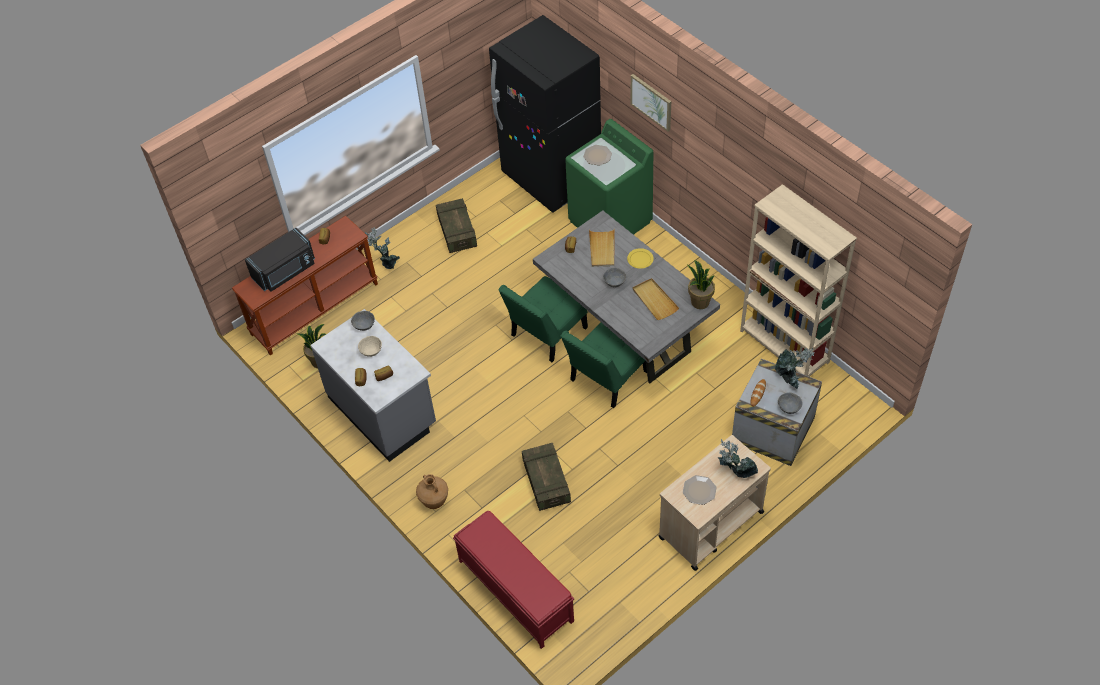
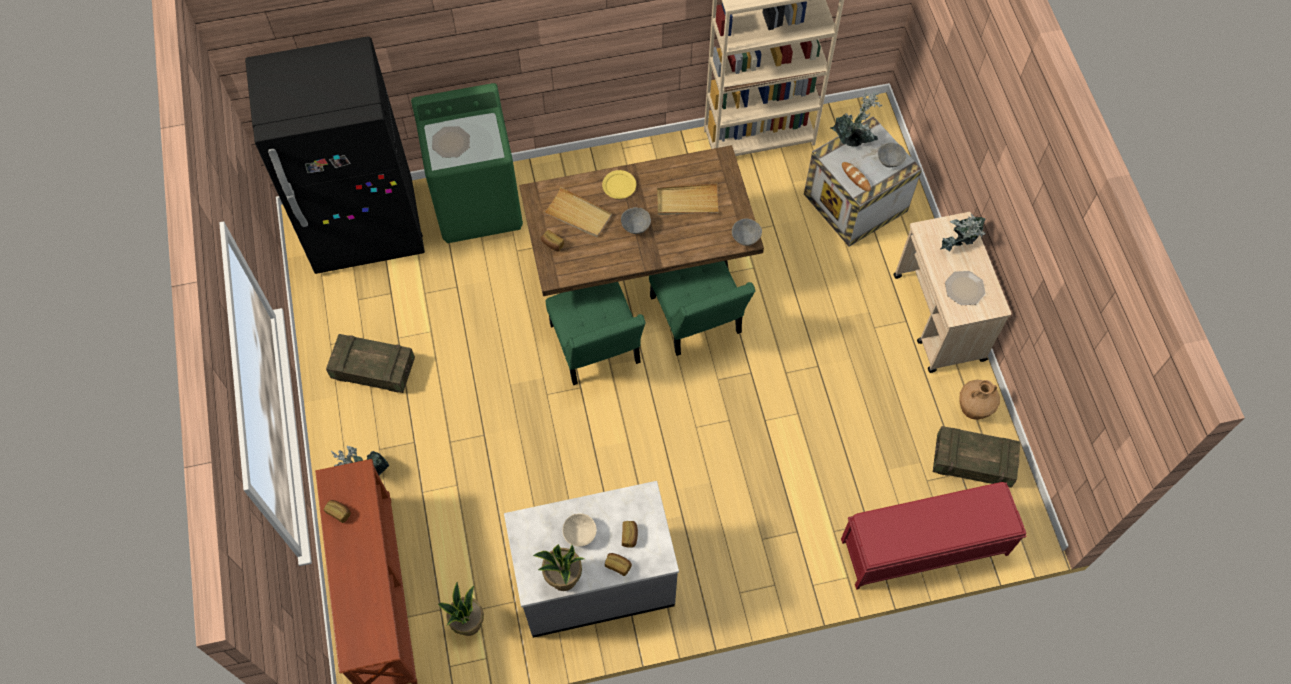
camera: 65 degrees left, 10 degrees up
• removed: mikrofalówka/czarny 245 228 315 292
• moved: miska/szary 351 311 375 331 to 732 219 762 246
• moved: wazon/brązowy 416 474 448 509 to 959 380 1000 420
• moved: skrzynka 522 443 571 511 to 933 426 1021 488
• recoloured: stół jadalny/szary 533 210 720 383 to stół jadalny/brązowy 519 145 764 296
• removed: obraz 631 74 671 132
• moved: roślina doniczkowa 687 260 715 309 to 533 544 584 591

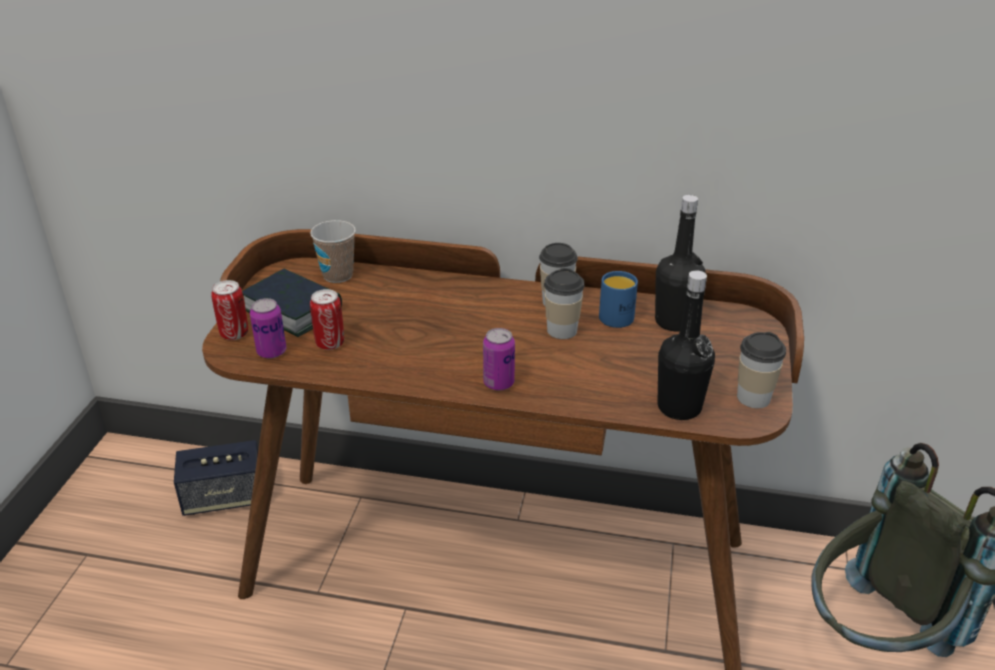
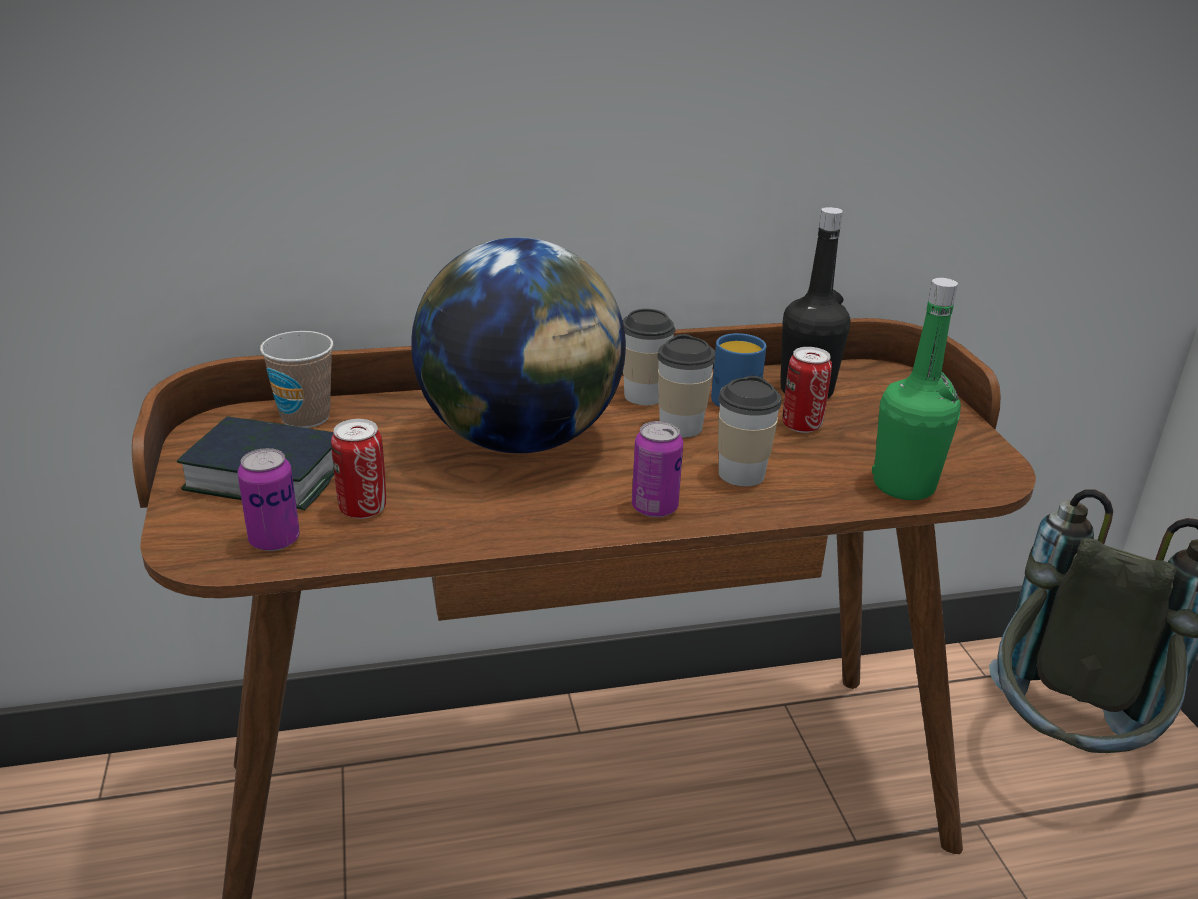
camera: 25 degrees left, 5 degrees down
• removed: głośnik 174 440 258 516
• moved: puszka 211 280 248 340 to 783 347 832 433
• recoloured: butelka/czarny 658 270 715 420 to butelka/zielony 872 278 961 500
• moved: filiżanka 737 332 786 408 to 718 376 781 487
• added: globus 411 237 626 453

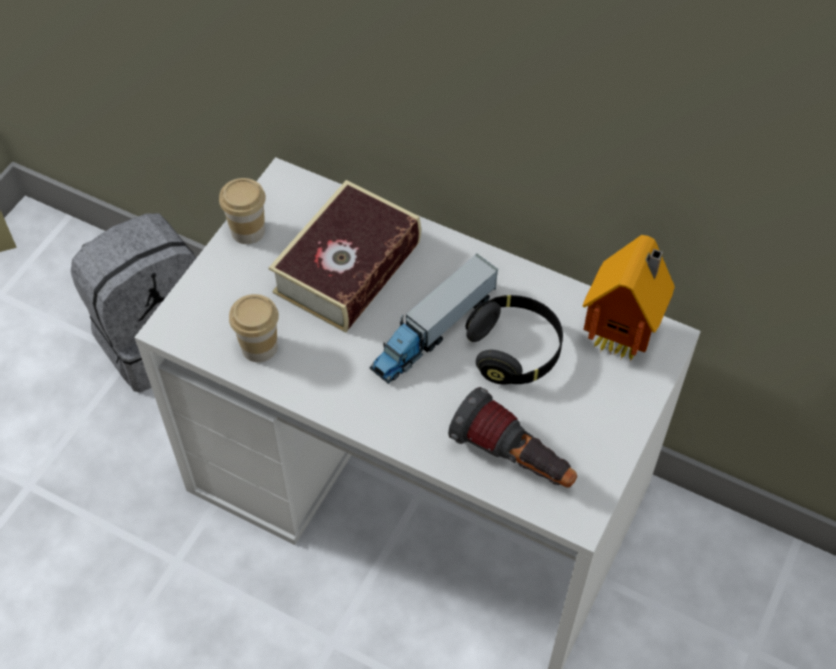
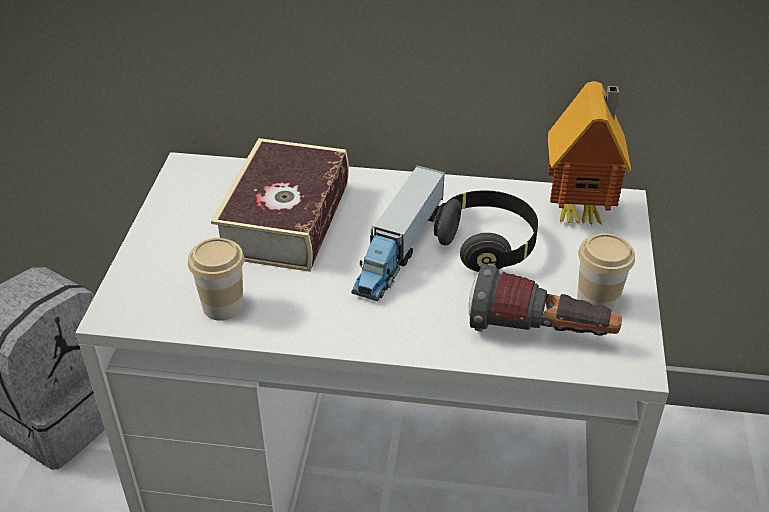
camera: 20 degrees left, 15 degrees down
• moved: filiżanka 219 178 266 244 to 577 233 635 312

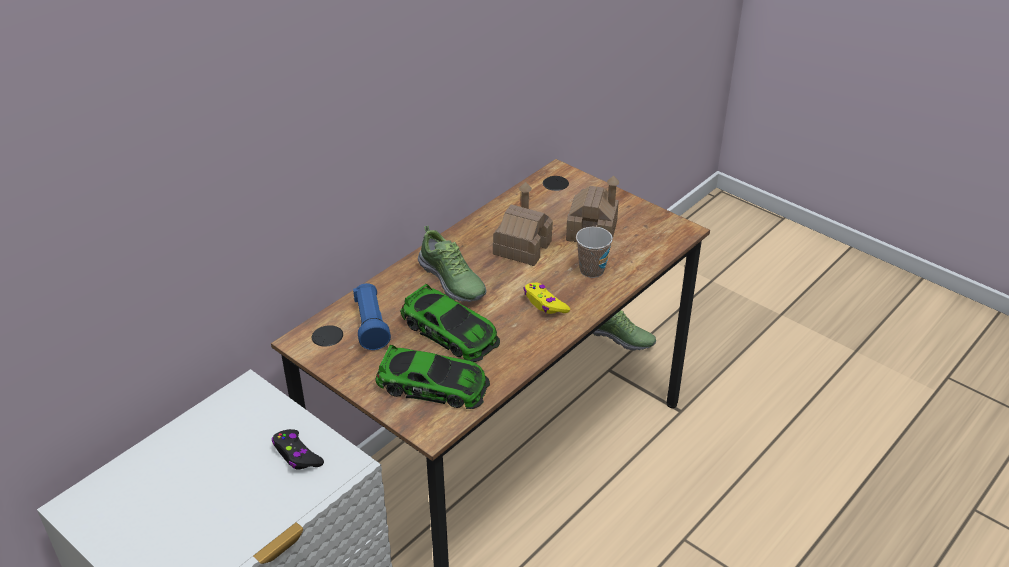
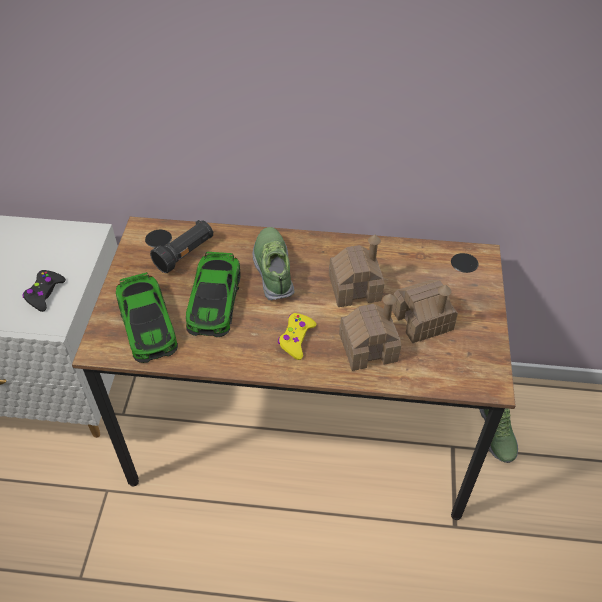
camera: 55 degrees right, 10 degrees up
• recoloured: latarka/niebieski 353 283 391 350 to latarka/czarny 150 220 214 273
• turned: but 418 225 487 302 = 252 227 295 301 150 degrees clockwise
• replaced: filiżanka 576 226 613 278 to domek 339 294 401 371

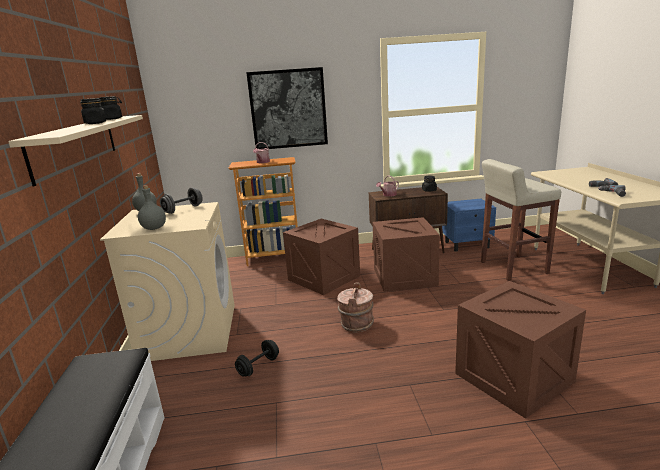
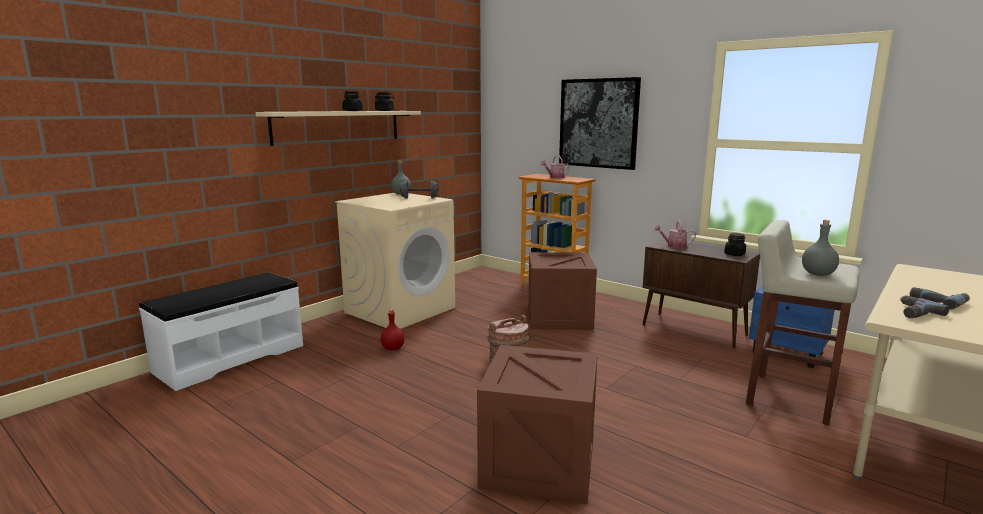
camera: 45 degrees right, 5 degrees down
• moved: butelka/szary 138 185 166 230 to 802 220 839 276
• replaced: hantel/czarny 235 340 279 377 to butelka/czerwony 381 309 405 350
• removed: skrzynka 373 217 440 292

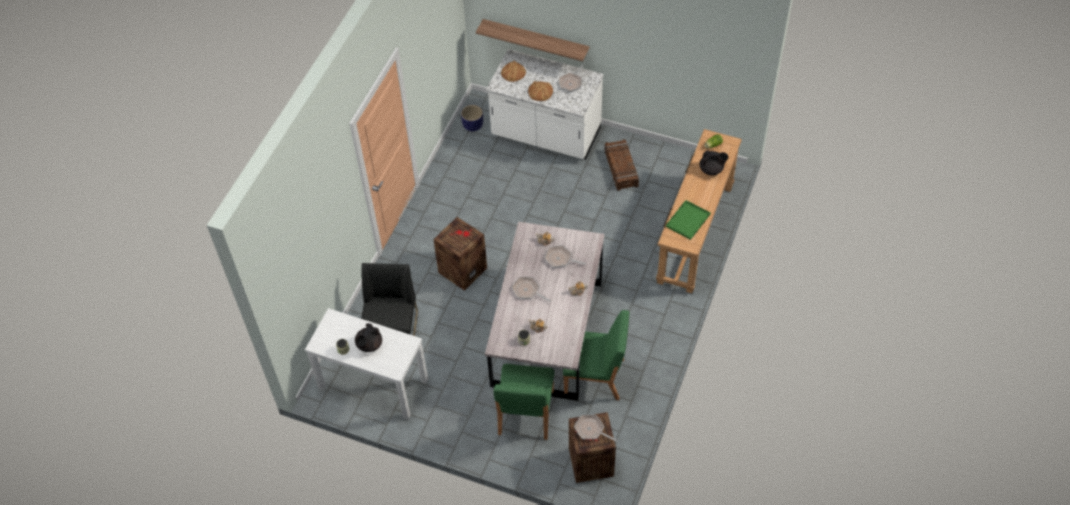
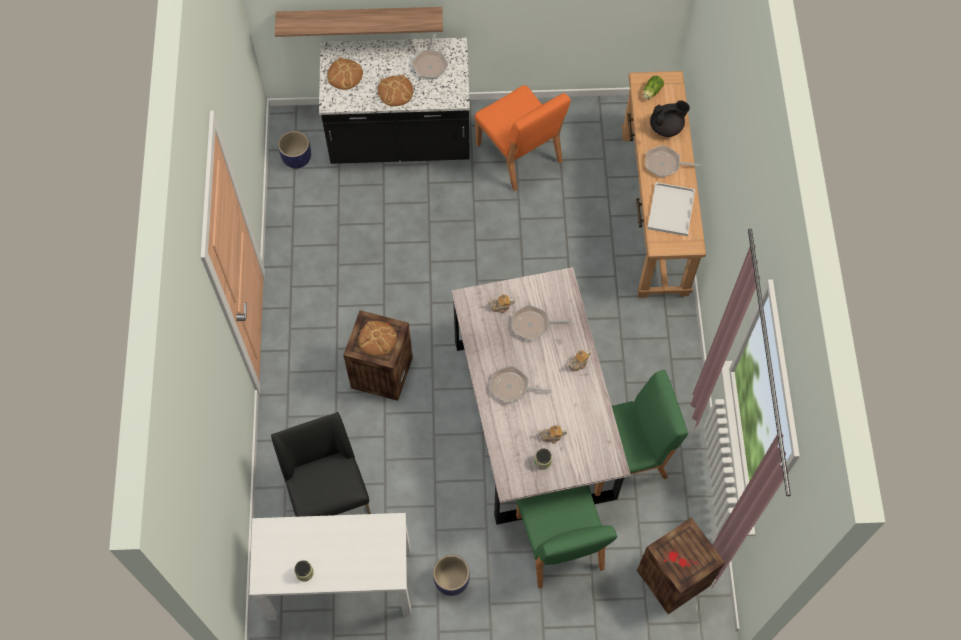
camera: 25 degrees left, 10 degrees up
• removed: imbryk/czarny 355 323 382 352
• recoloured: zabudowa kuchenna/biały 486 49 604 160 to zabudowa kuchenna/czarny 319 38 470 164
• moved: patelnia 574 415 617 442 to 645 145 702 178
• replaced: skrzynka 605 139 639 191 to krzesło/pomarańczowy 474 85 571 191
• recoloured: taca/zielony 666 200 711 240 to taca/biały 647 182 695 236
• added: chleb 359 321 397 356
• added: donica 433 555 470 596

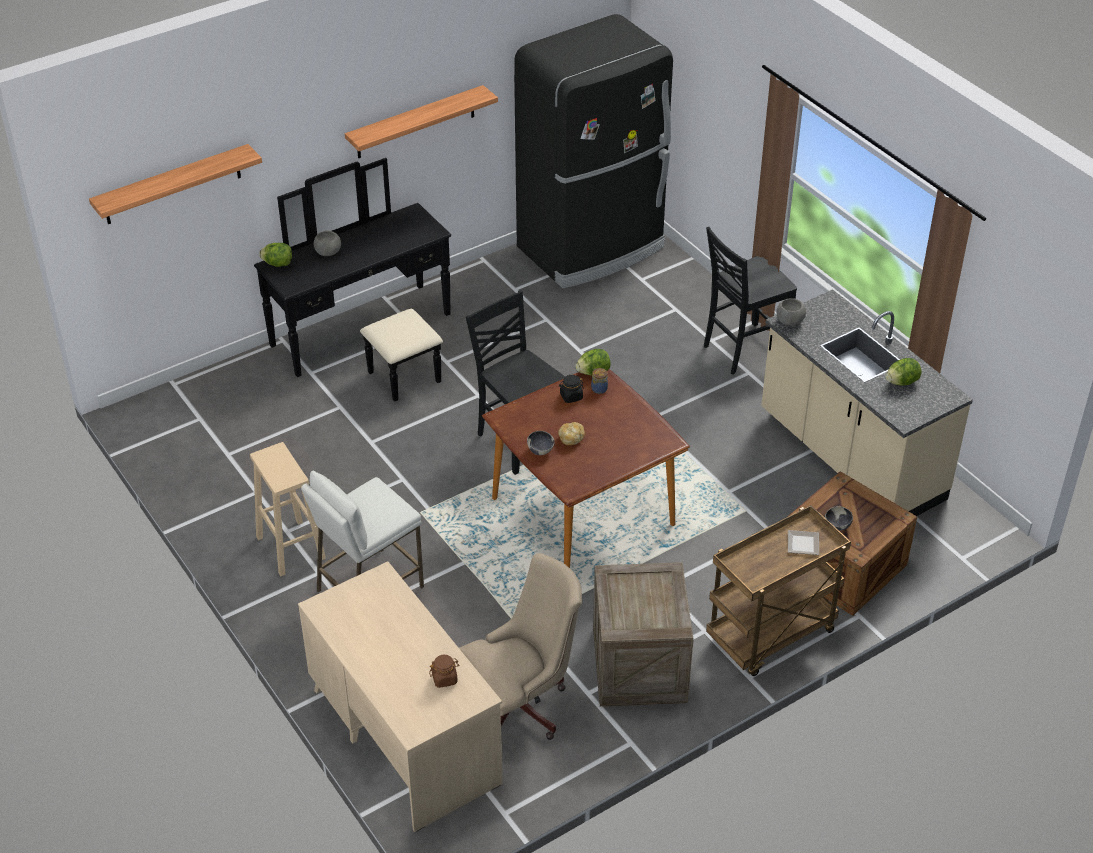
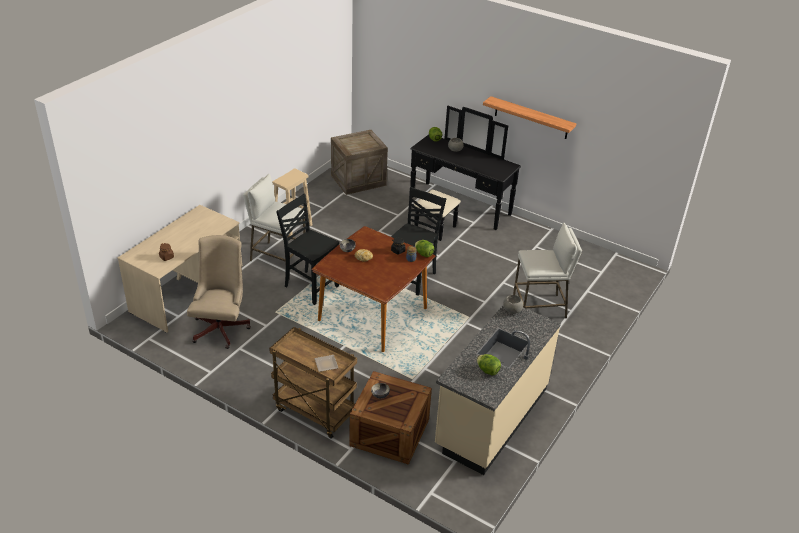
camera: 65 degrees right, 5 degrees down
• removed: półka 89 144 262 224
• turned: krzesło biurowe/beżowy 459 553 582 740 = 187 235 251 349 120 degrees counterclockwise
• removed: lodówka/czarny 514 14 673 288
• moved: skrzynka 593 562 694 706 to 331 130 388 195
• moved: krzesło/czarny 704 227 797 374 to 276 194 339 305
• added: stołek/biały 513 223 582 318

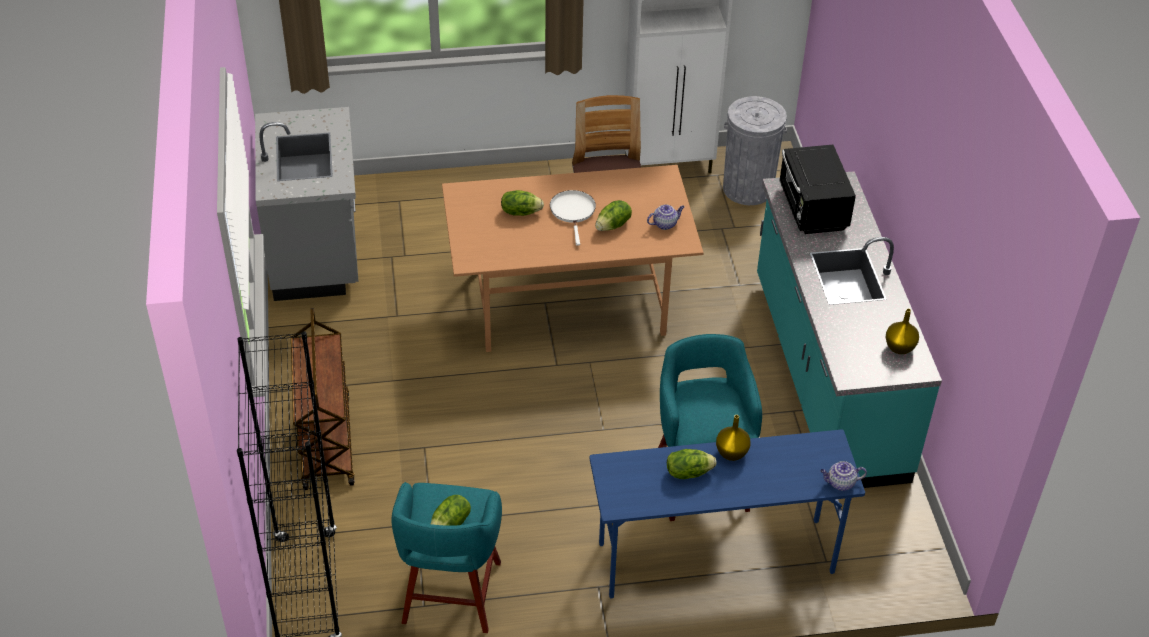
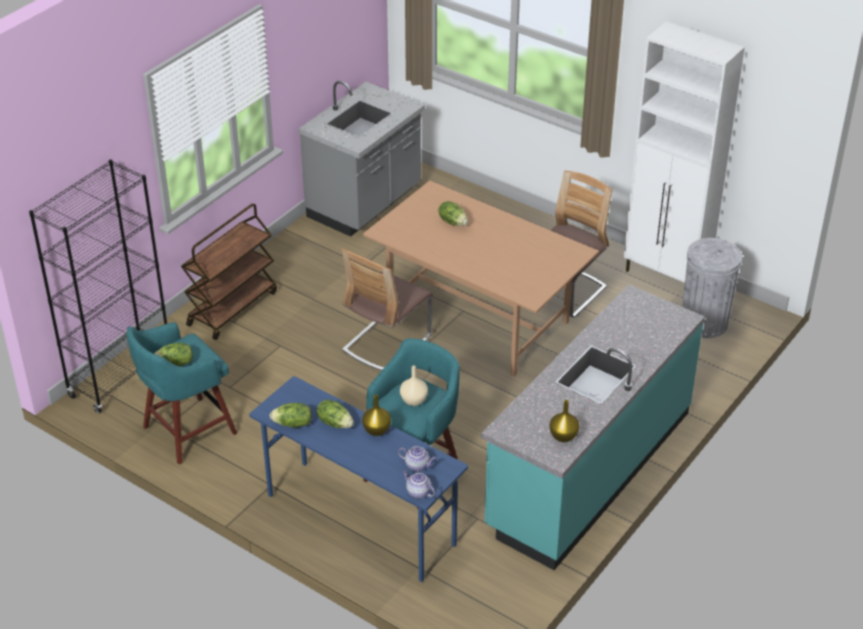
camera: 45 degrees right, 5 degrees down
• removed: patelnia/biały 550 190 596 245
• moved: sałata 595 200 632 231 to 270 403 312 428
• moved: imbryk 647 204 685 230 to 398 446 436 472
• removed: mikrofalówka/czarny 779 145 856 234
• added: krzesło 342 248 433 371
• added: wazon/beżowy 400 366 428 406

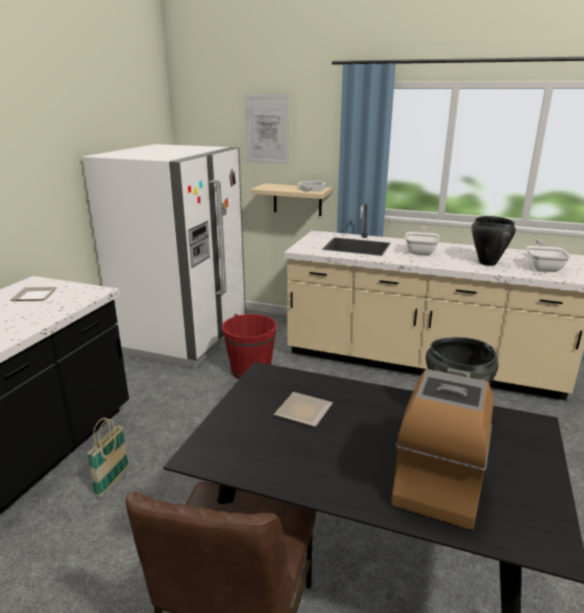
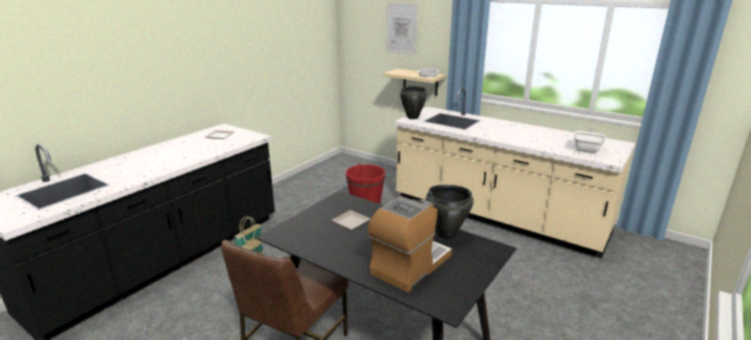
camera: 15 degrees right, 0 degrees up
• removed: lodówka/biały 82 144 246 368
• removed: patelnia 405 227 439 255
• moved: garnek/czarny 472 216 516 266 to 400 86 428 119

